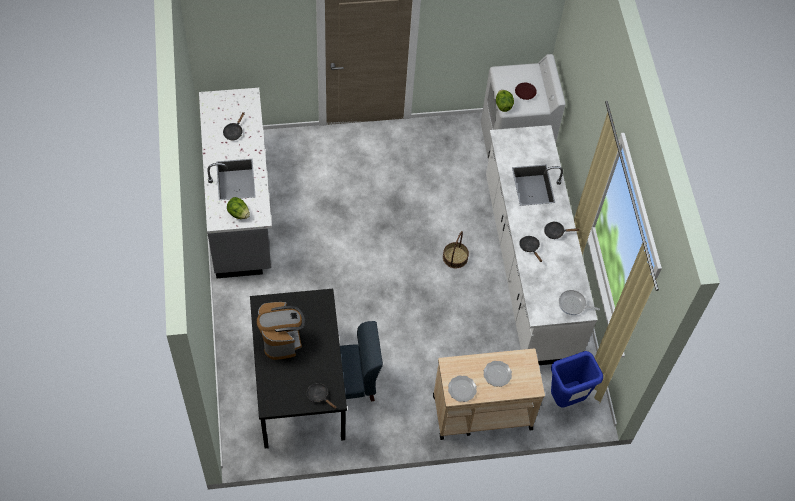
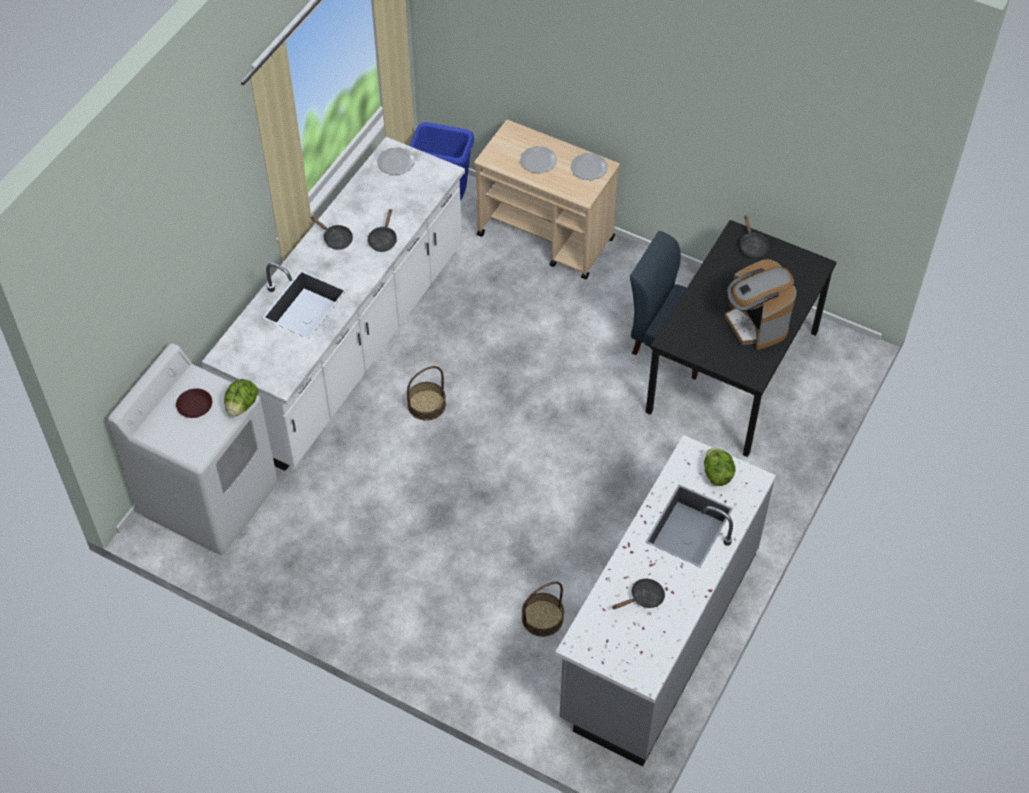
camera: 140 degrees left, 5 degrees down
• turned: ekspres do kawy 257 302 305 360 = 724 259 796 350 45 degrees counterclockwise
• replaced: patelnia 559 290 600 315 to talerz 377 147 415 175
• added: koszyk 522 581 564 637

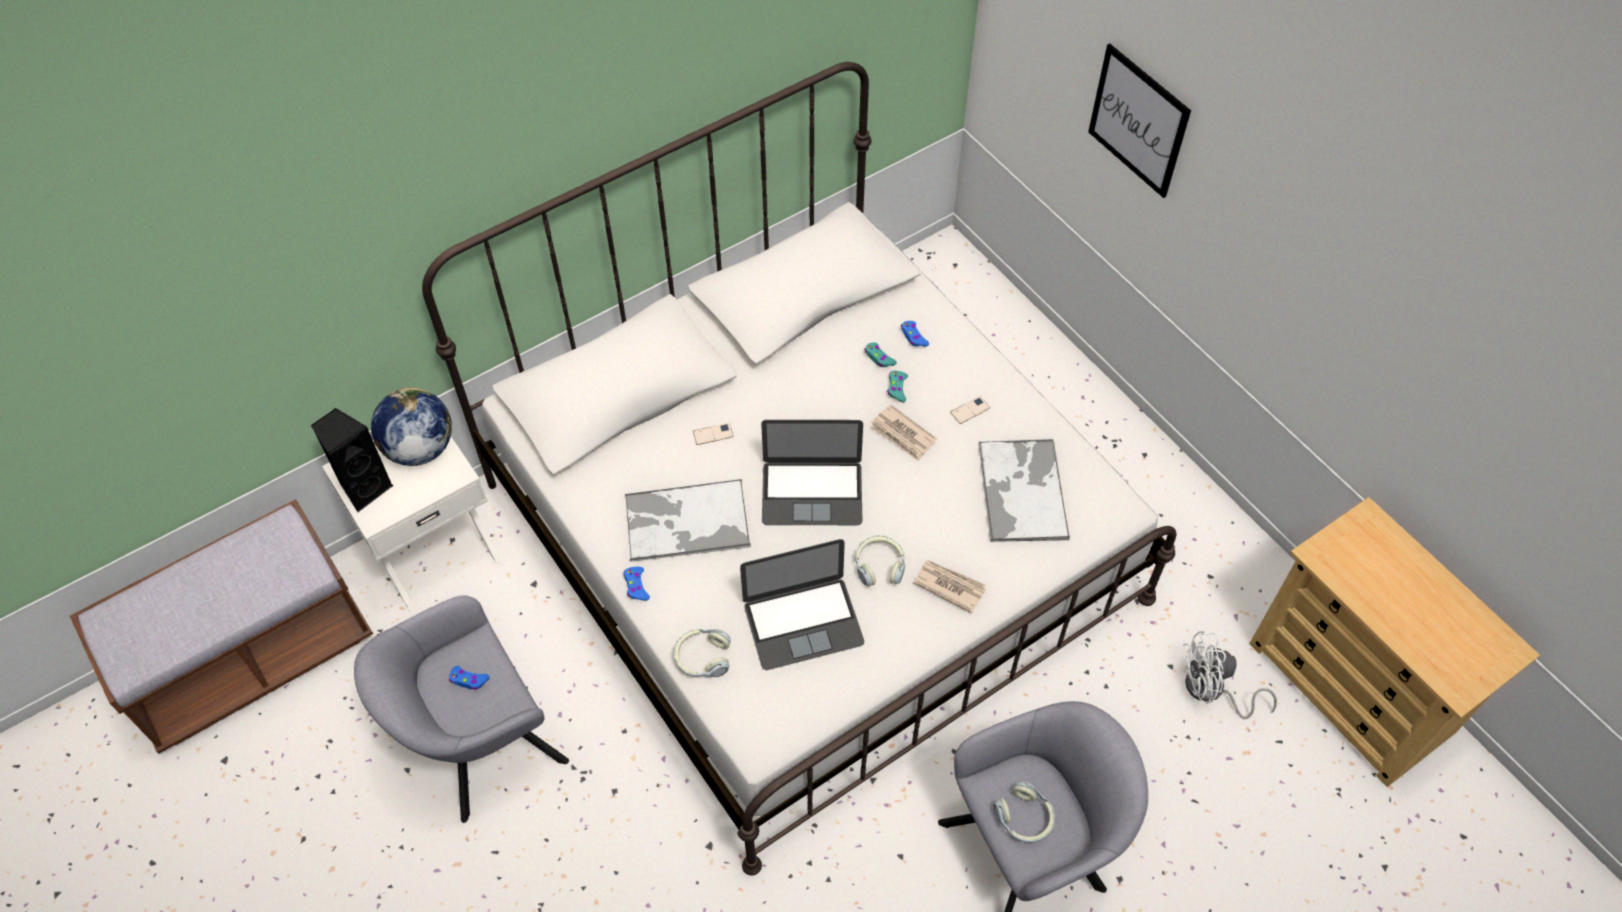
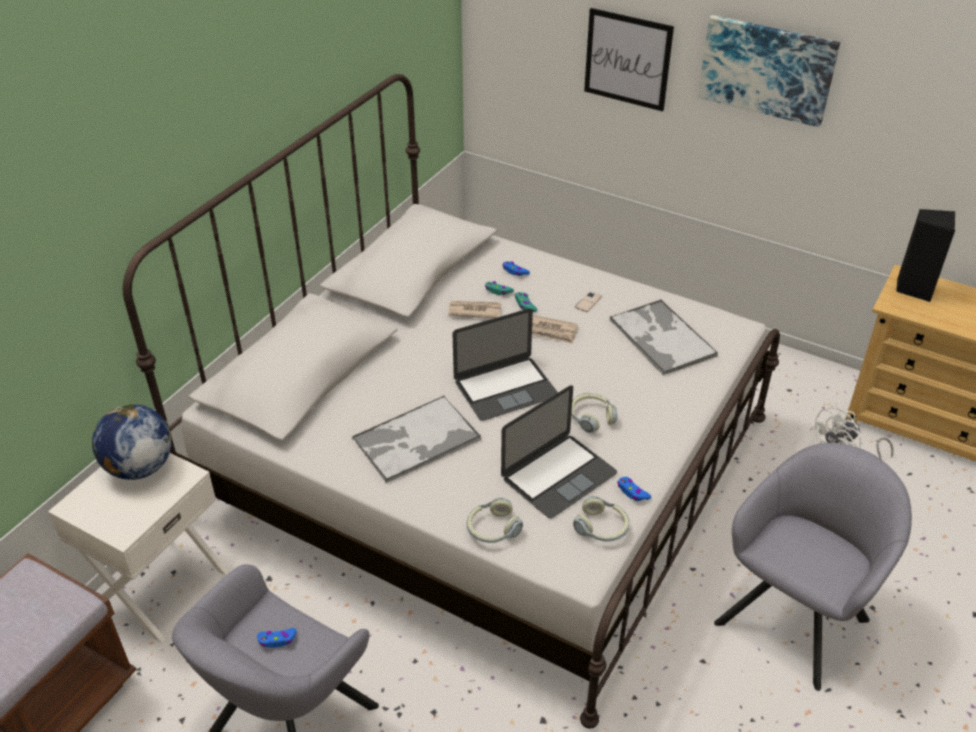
camera: 25 degrees left, 15 degrees down
• moved: głośnik/czarny 311 408 394 512 to 896 209 955 302
• moved: pad do gier/niebieski 624 567 650 601 to 617 477 651 501
• removed: telefon 693 423 734 445
• moved: gazeta 914 560 986 613 to 448 301 501 318
• moved: słuchawki 994 781 1055 843 to 573 496 630 542
• added: obraz 698 15 840 127

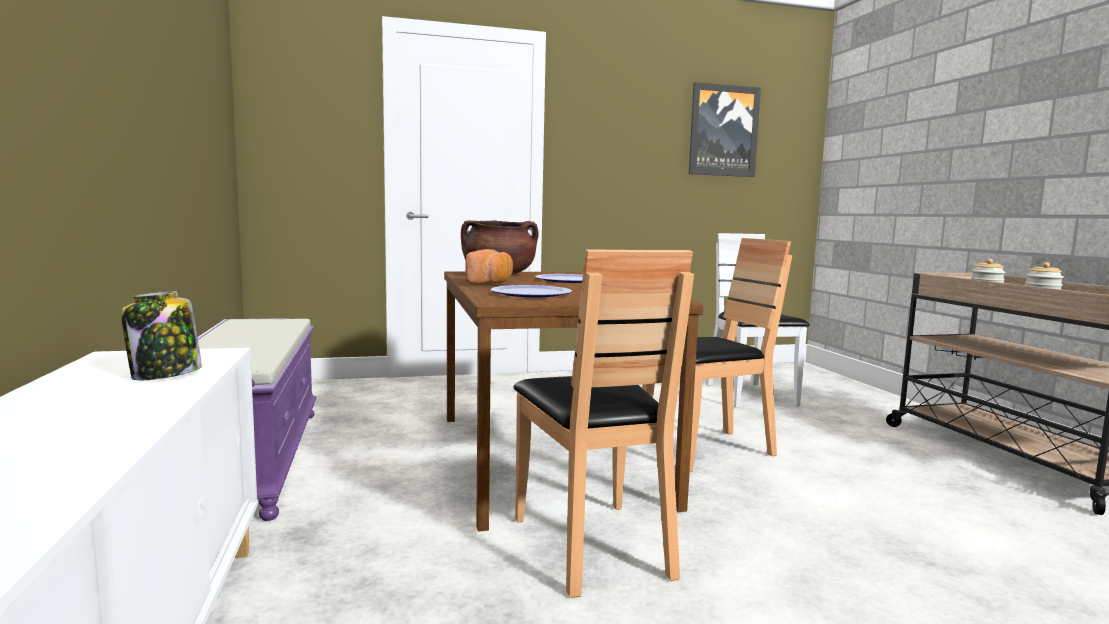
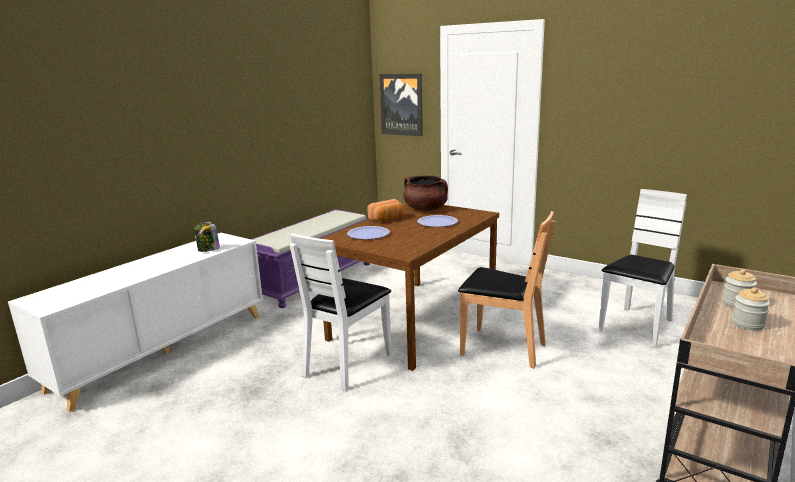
camera: 50 degrees right, 10 degrees up
• recoloured: krzesło/brązowy 513 249 694 598 to krzesło/biały 290 233 391 391
• moved: obraz 689 82 761 177 to 380 74 423 136

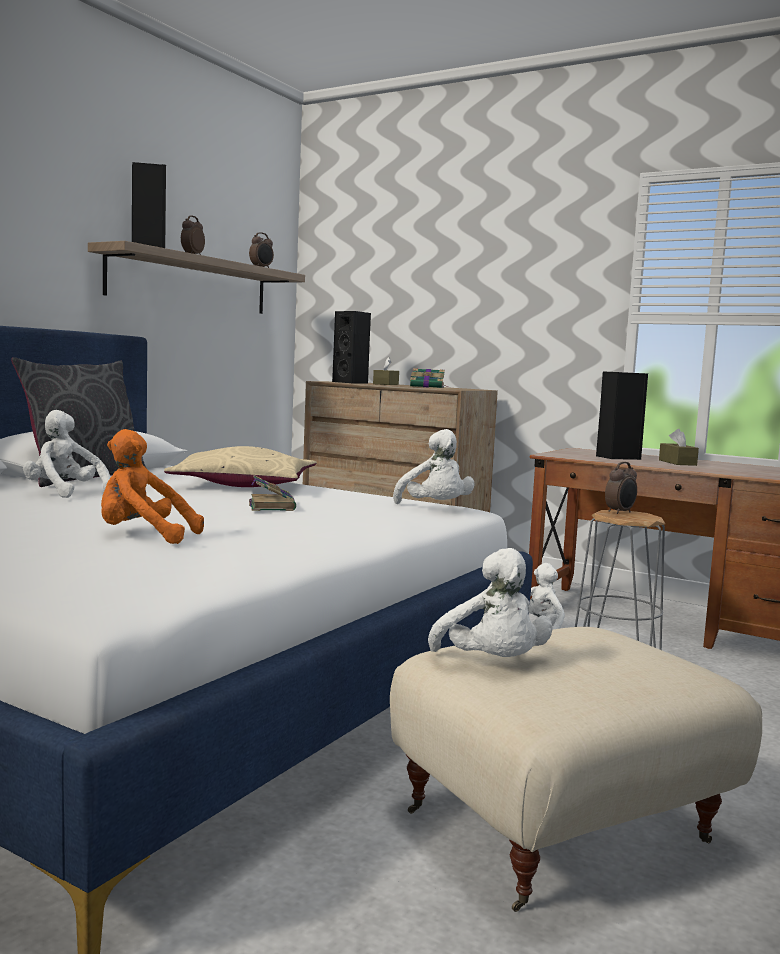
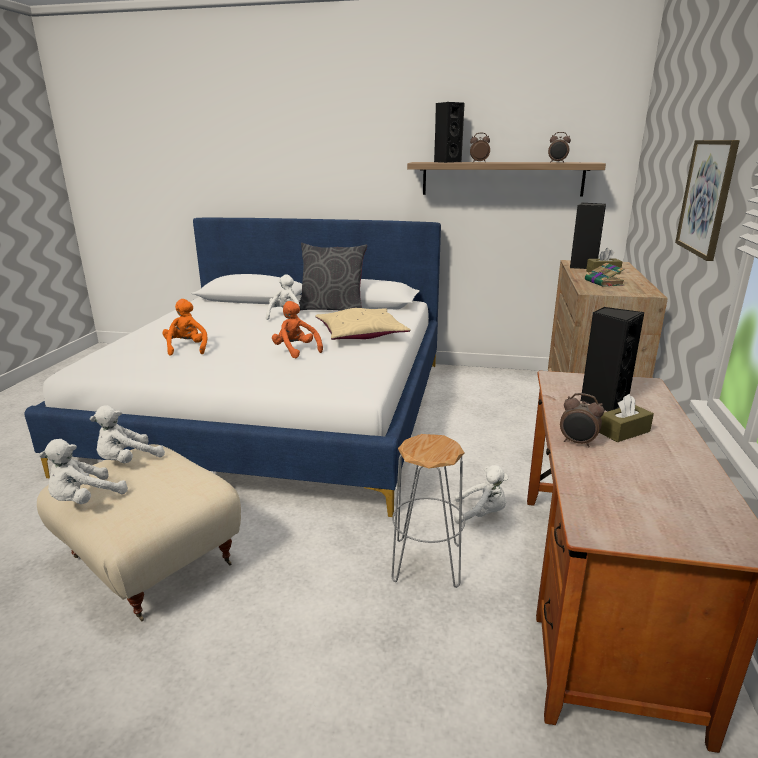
camera: 70 degrees right, 15 degrees up
• replaced: książka 249 475 296 511 to pluszak/pomarańczowy 272 301 323 358
• moved: pluszak/biały 393 429 475 504 to 39 439 128 504
• moved: budzik 605 462 637 514 to 560 393 604 448
• added: obraz 675 140 740 261

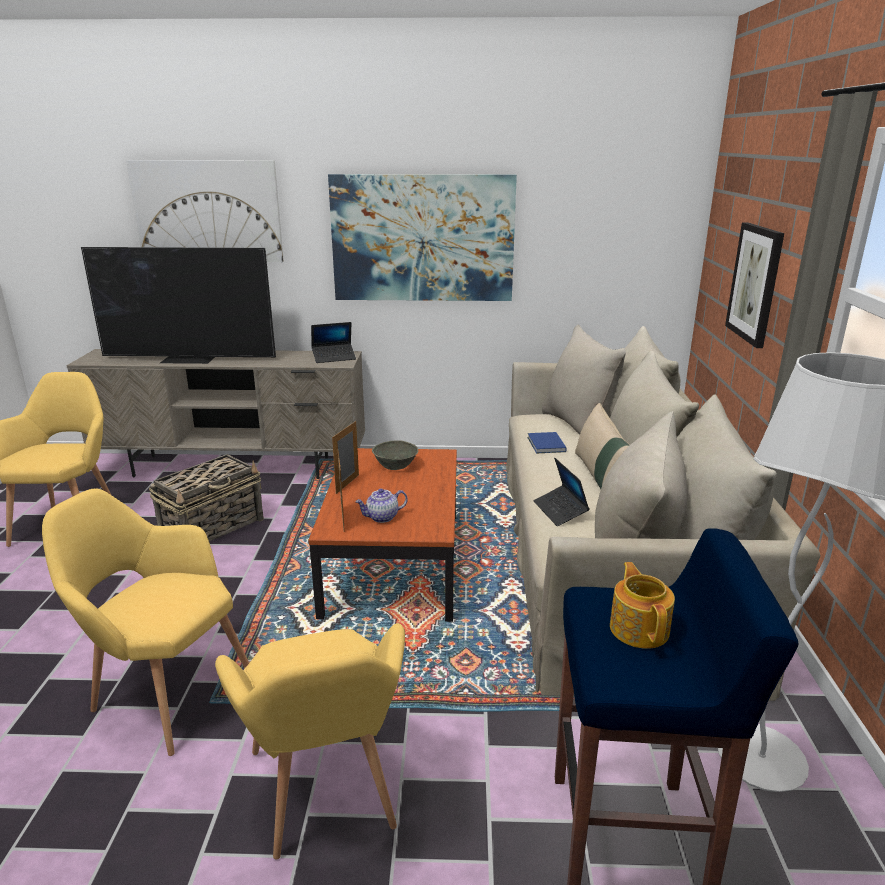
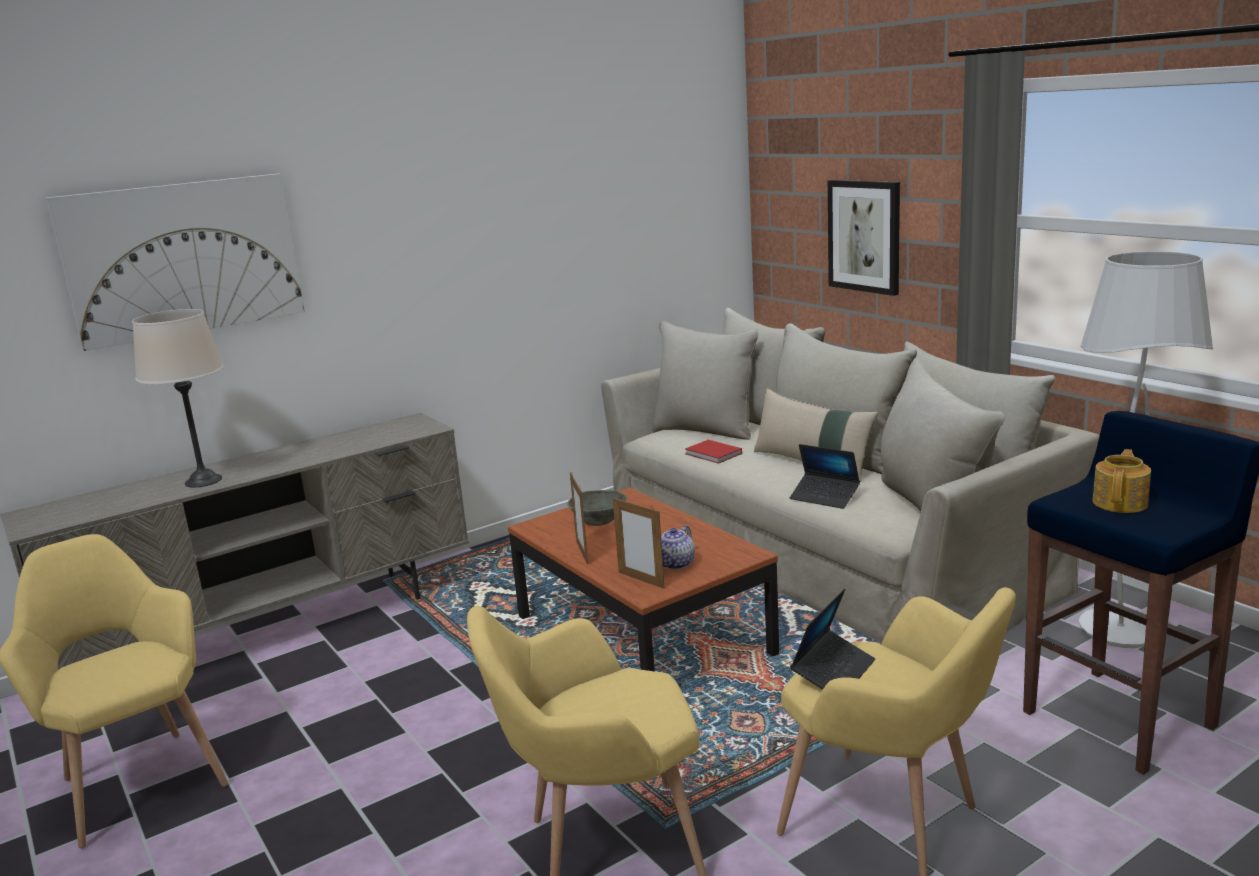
camera: 35 degrees left, 5 degrees down
• replaced: telewizor 81 247 276 364 to lampa stołowa/beżowy 132 309 224 487
• removed: koszyk 149 454 264 542
• moved: laptop 311 322 356 363 to 790 588 875 690
• removed: obraz 328 174 517 301
• recoloured: książka/niebieski 527 432 567 454 to książka/czerwony 685 440 742 464
• turned: imbryk 610 562 675 649 = 1092 449 1151 513 75 degrees clockwise

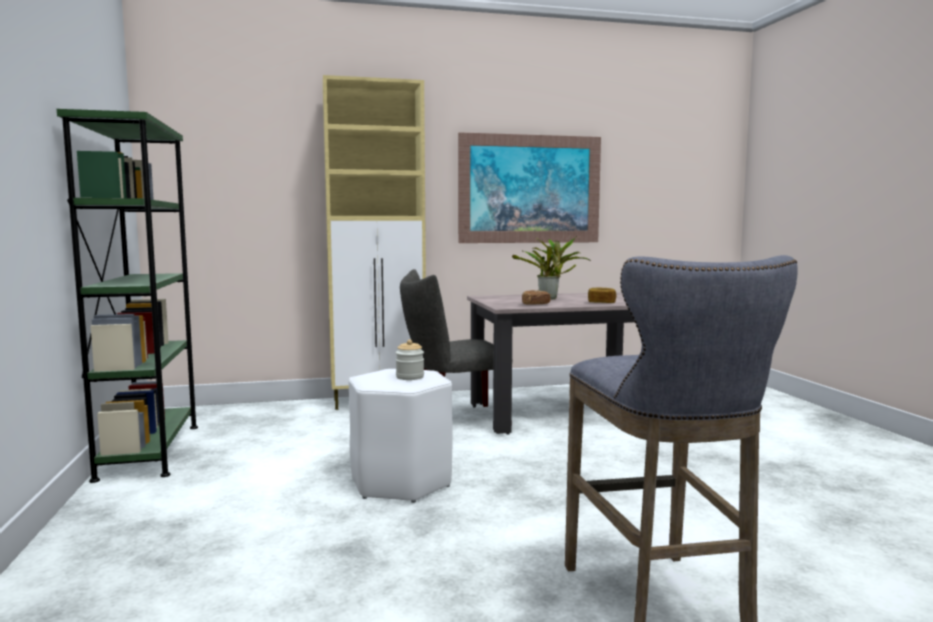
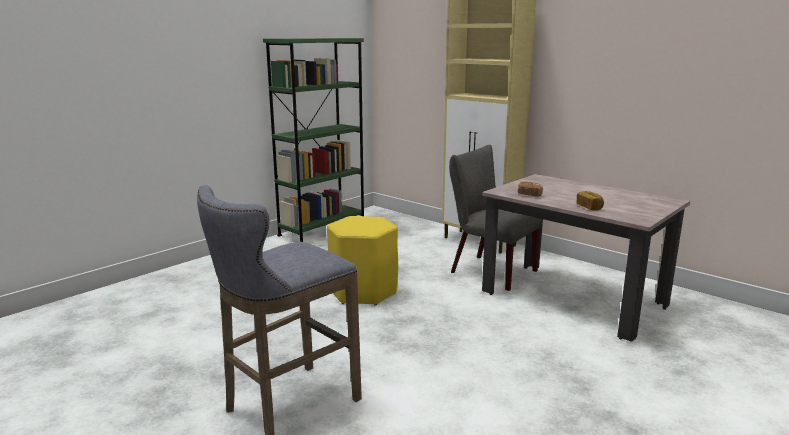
camera: 55 degrees right, 10 degrees up
• recoloured: stołek/biały 349 369 453 503 to stołek/żółty 327 216 398 306
• removed: słoik 396 339 424 380
• removed: obraz 458 132 601 243
• removed: roślina doniczkowa 512 236 591 300

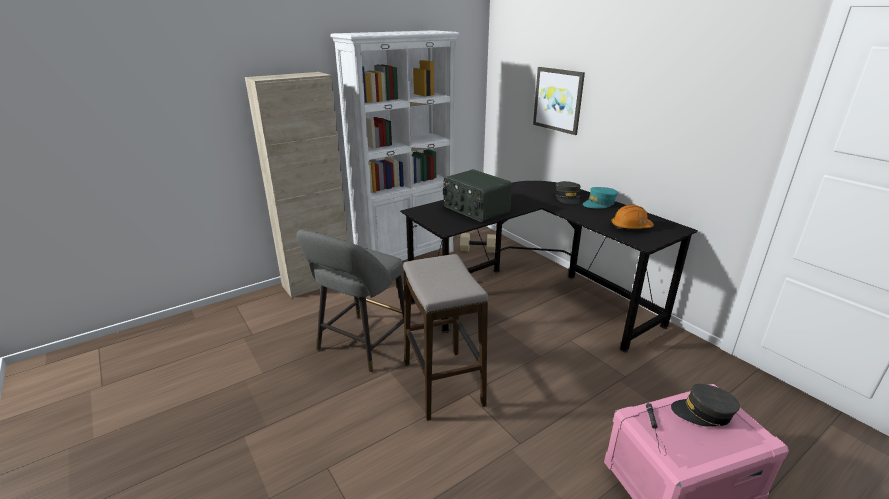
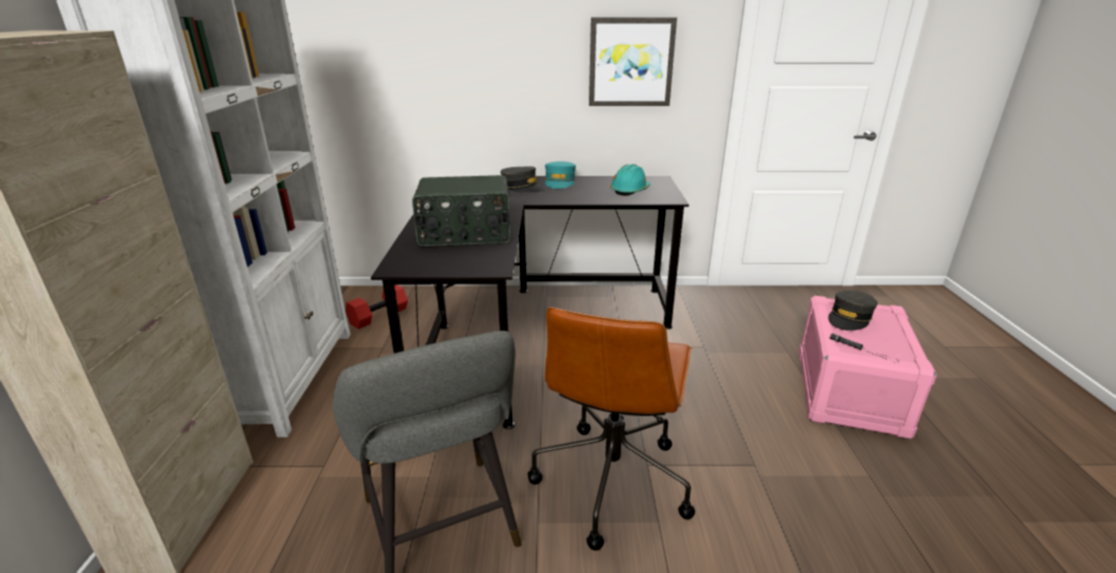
camera: 55 degrees left, 0 degrees up
• replaced: stołek 403 254 488 421 to krzesło biurowe/brązowy 528 307 695 551
• recoloured: hantel/beżowy 460 233 496 253 to hantel/czerwony 345 285 408 329
• moved: obraz 533 67 585 135 to 589 17 677 106
• recoloured: kask/pomarańczowy 611 205 654 229 to kask/turkusowy 610 164 650 196

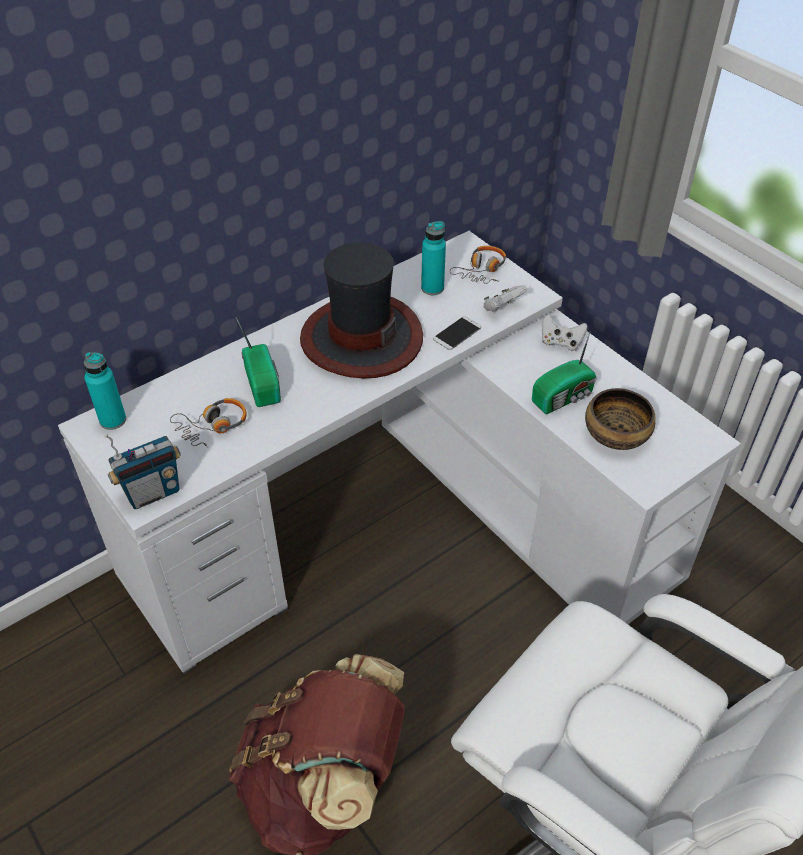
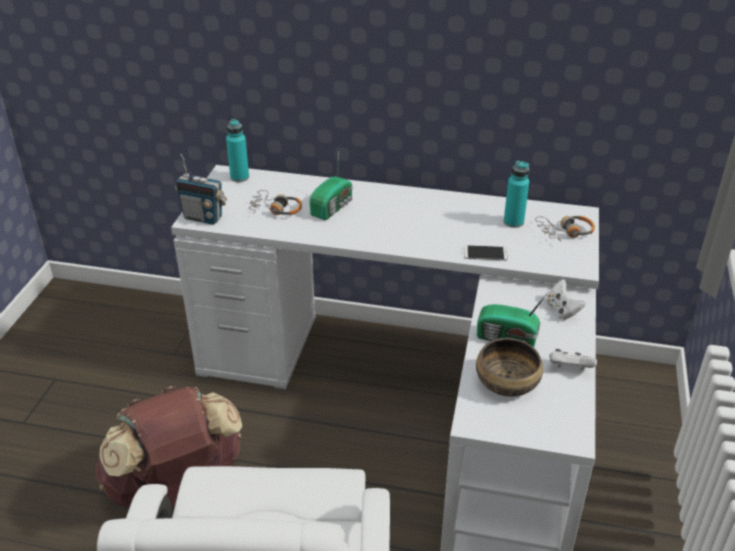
camera: 50 degrees right, 10 degrees down
• removed: kapelusz 300 242 423 379
• moved: pad do gier/biały 483 285 527 312 to 549 349 597 370

